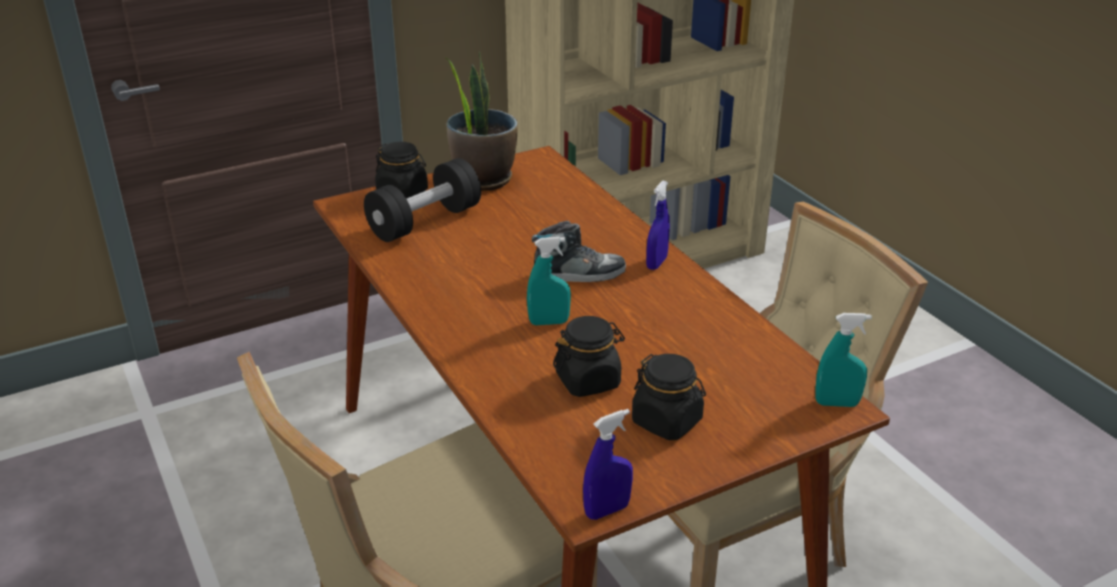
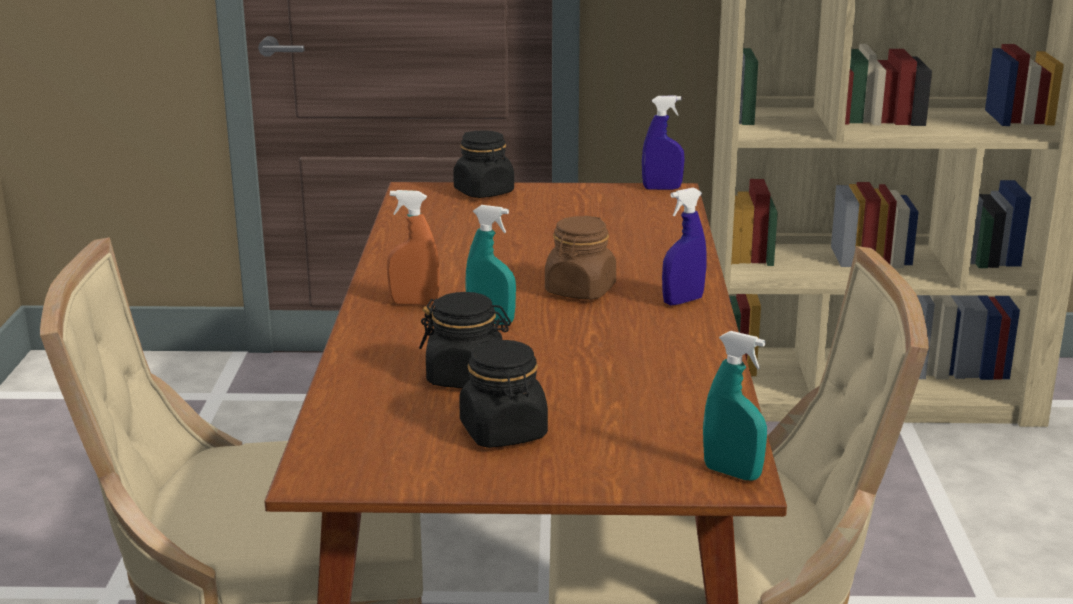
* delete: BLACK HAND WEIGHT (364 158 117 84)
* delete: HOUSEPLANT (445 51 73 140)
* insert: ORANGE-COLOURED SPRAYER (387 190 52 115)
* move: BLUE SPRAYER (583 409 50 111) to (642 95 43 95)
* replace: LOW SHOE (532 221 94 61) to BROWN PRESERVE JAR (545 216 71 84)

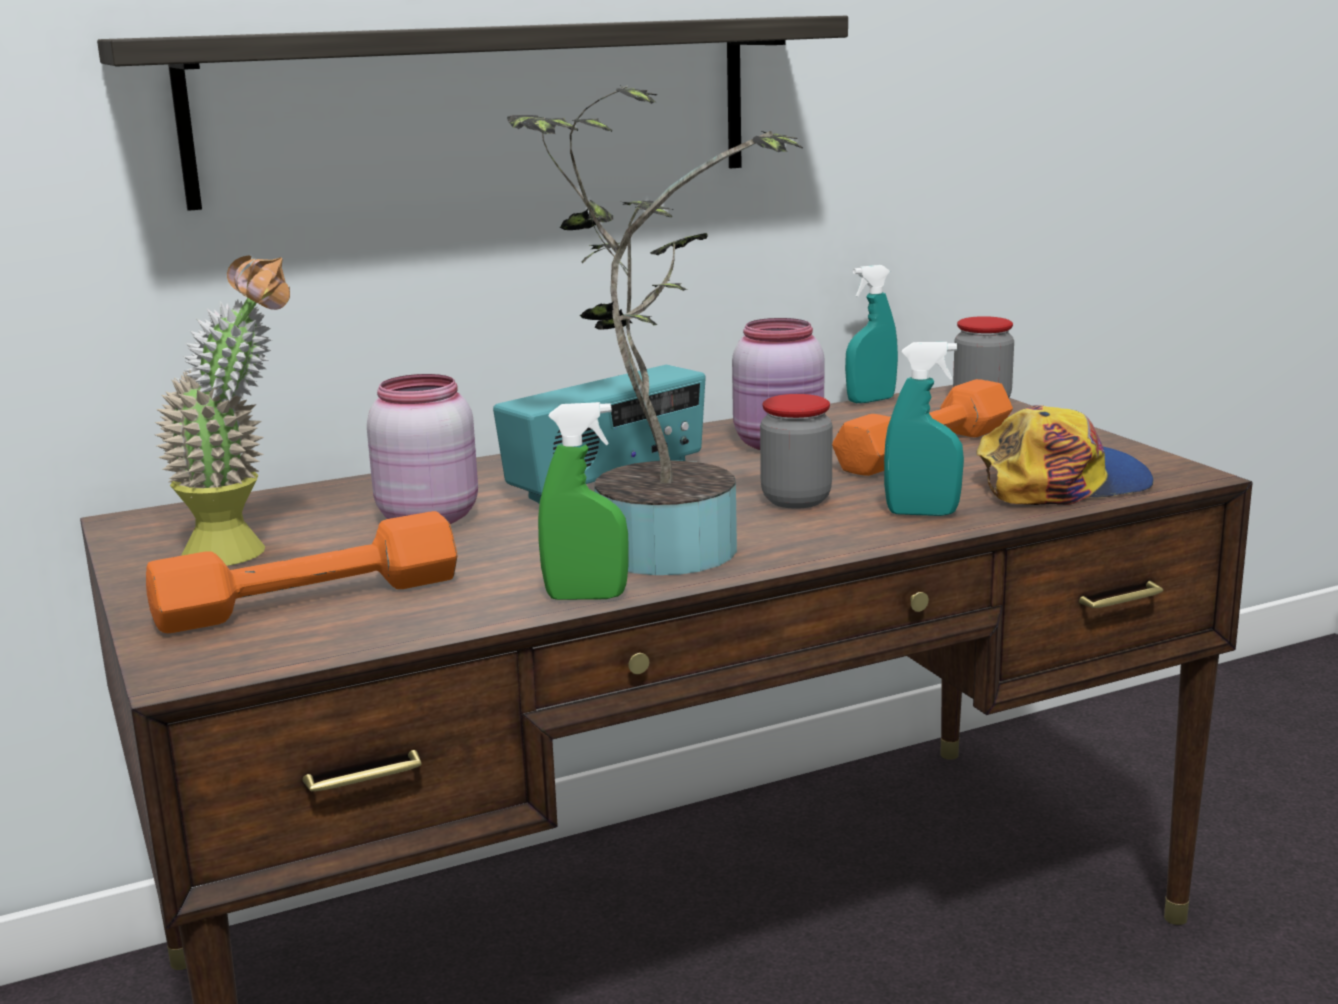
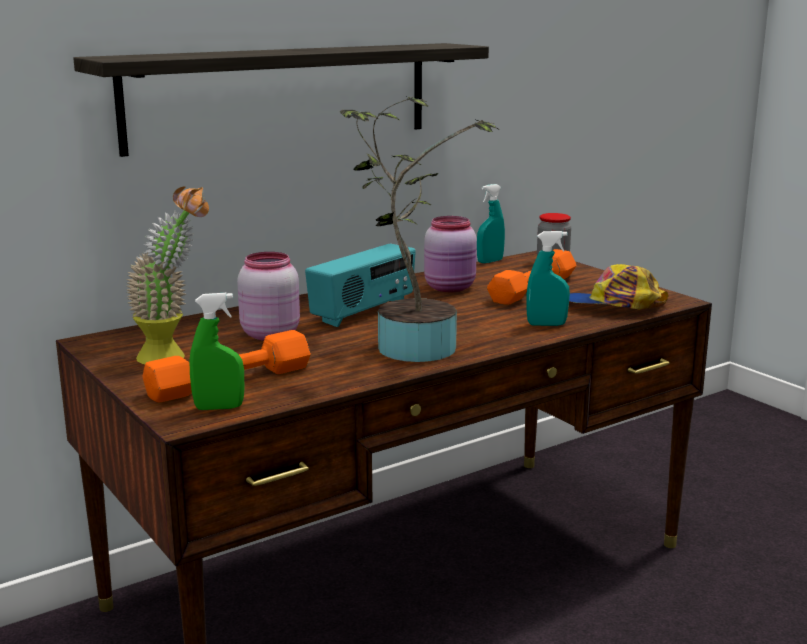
* delete: PRESERVE JAR (760 394 72 115)
* move: GREEN SPRAYER (538 402 90 198) to (189 293 55 117)
* rotate: CAP (976 405 178 100) = (569 264 99 45) 135 degrees counterclockwise

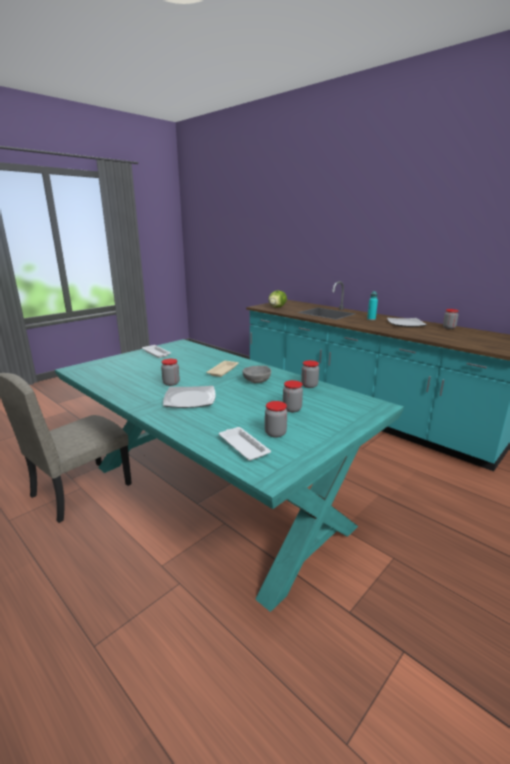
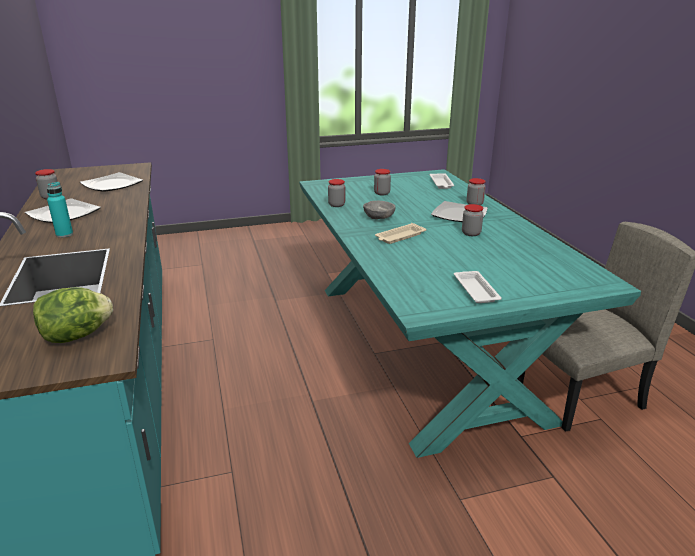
* insert: PLATE (80 172 63 20)
* move: PRESERVE JAR (265 401 22 37) to (467 178 19 28)

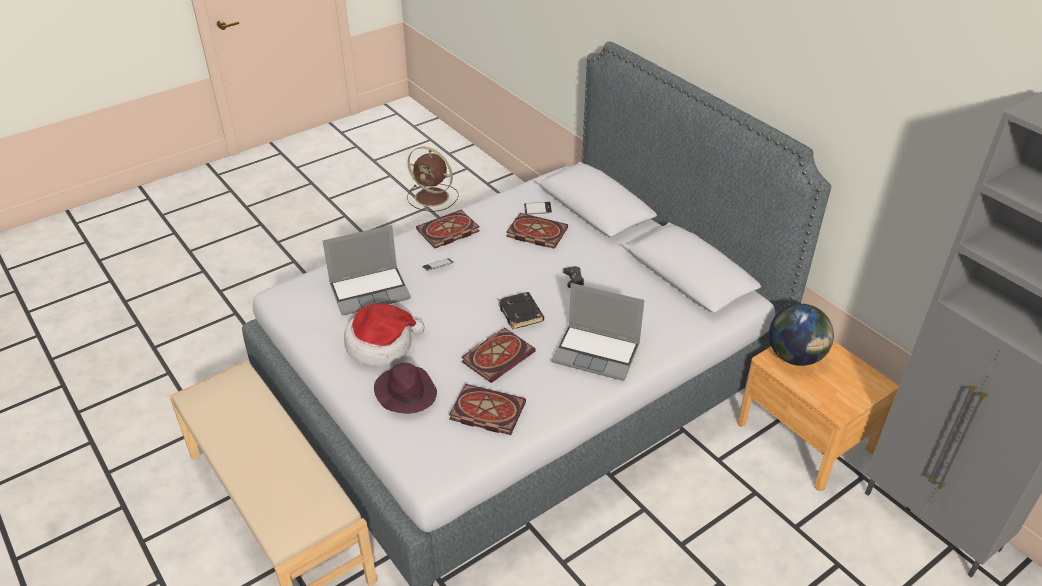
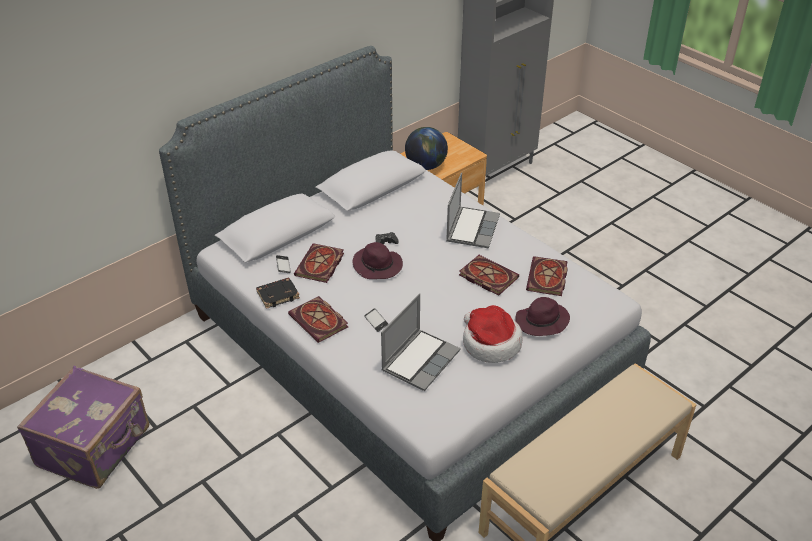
* insert: PURPLE WEARABLE HAT (352 242 51 37)
* move: BLACK VOLUME (498 292 46 37) to (256 277 44 32)
* replace: BROWN ELECTRIC FAN (407 146 52 66) to PURPLE PIECE OF LUGGAGE (17 366 132 123)
* rotate: LAPTOP (323 225 88 90) = (381 293 79 98) 60 degrees clockwise

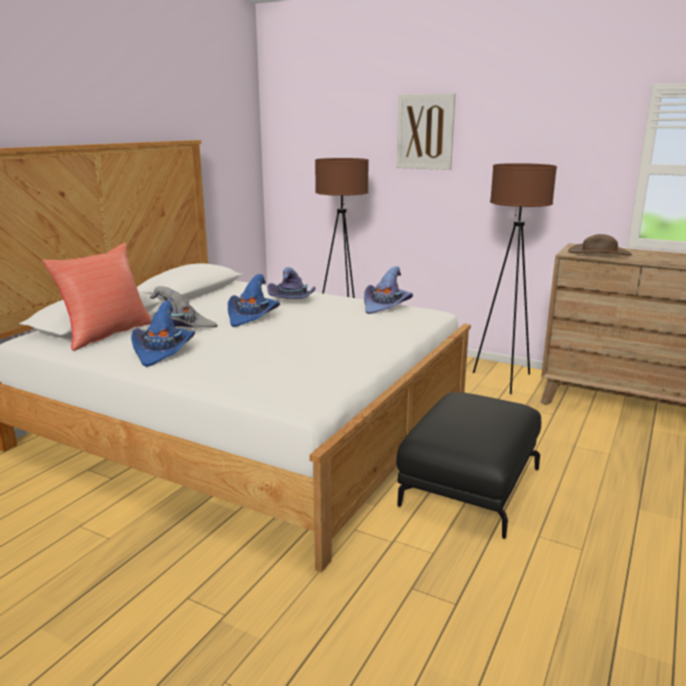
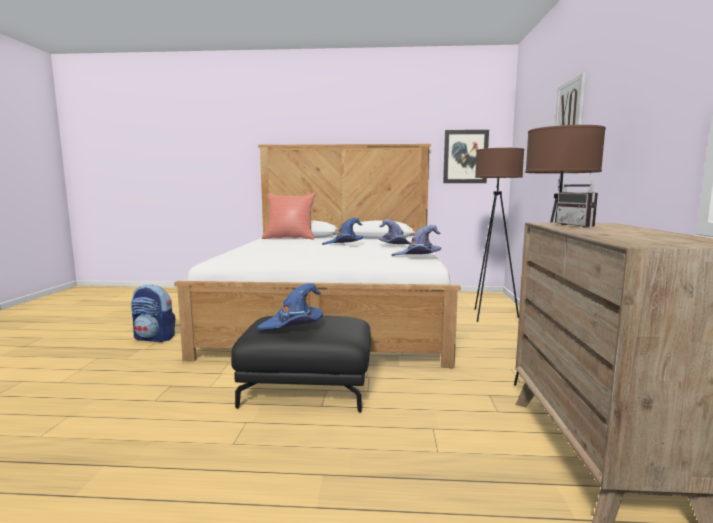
* delete: GREYISH WEARABLE HAT (150 286 67 42)
* insert: RUCKSACK (131 284 45 58)
* insert: WALL ART (443 130 46 53)
* move: BLUE WEARABLE HAT (131 301 64 66) to (257 283 66 47)
* replace: BROWN WEARABLE HAT (568 234 64 22) to RADIO SET (556 173 42 55)

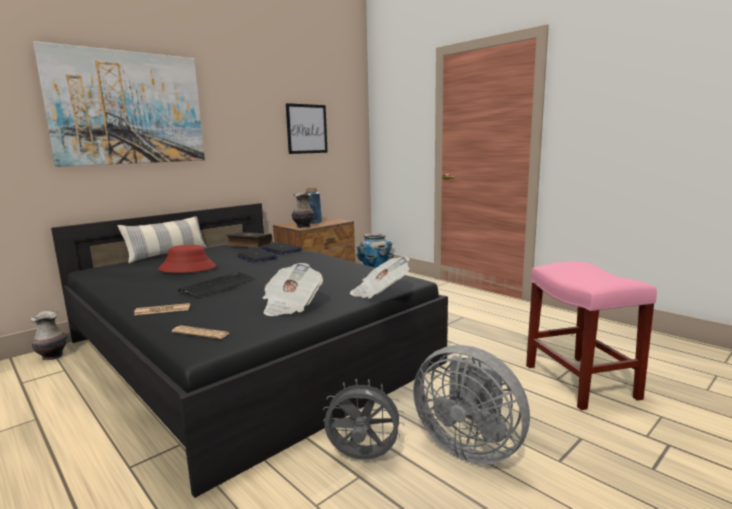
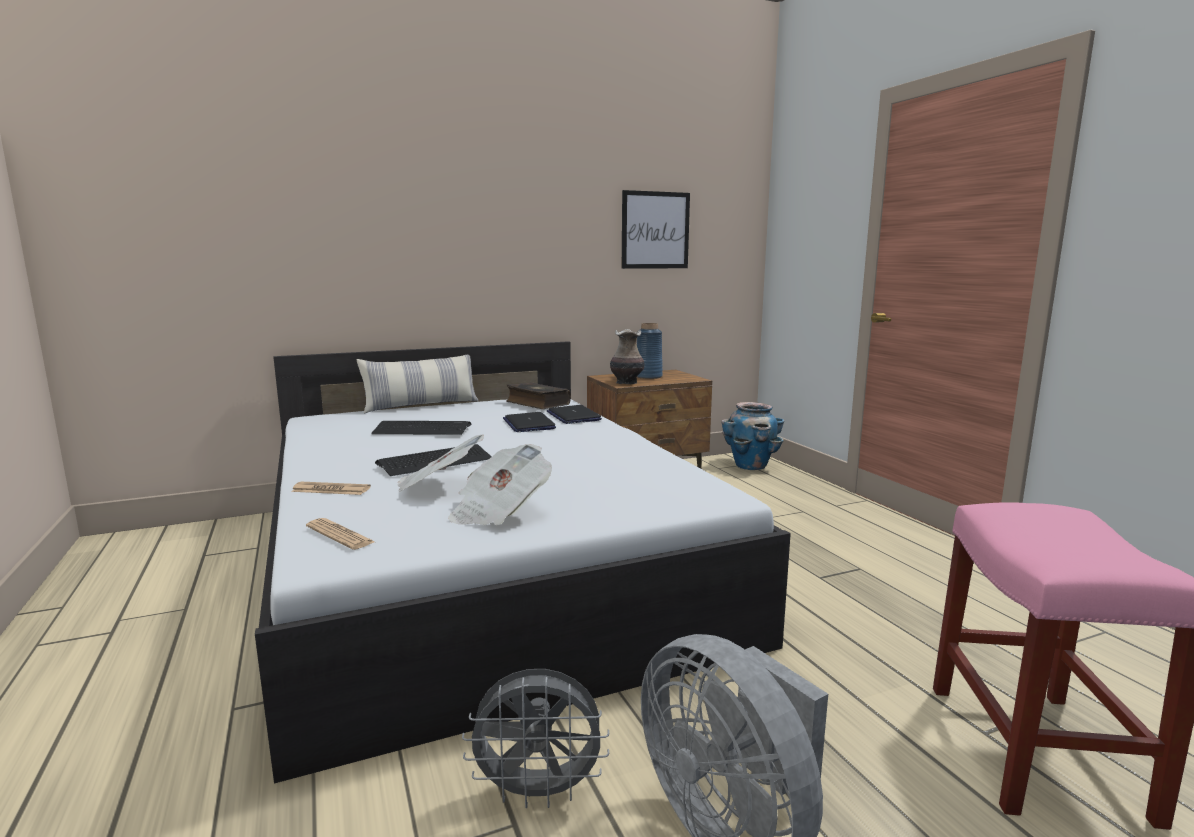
* delete: FLOWER VASE (31 311 36 49)
* delete: WALL ART (33 41 172 126)
* move: NEWSPAPER (350 257 60 42) to (398 434 86 58)
* replace: REDDISH WEARABLE HAT (158 245 58 28) to PC KEYBOARD (371 421 100 14)
* recolor: BLACK BEDROOM BED (51 203 397 295) to WHITE BEDROOM BED (255 341 536 442)
* rotate: GREYISH ELECTRIC FAN (323 379 81 81) = (462 669 147 139) 150 degrees clockwise

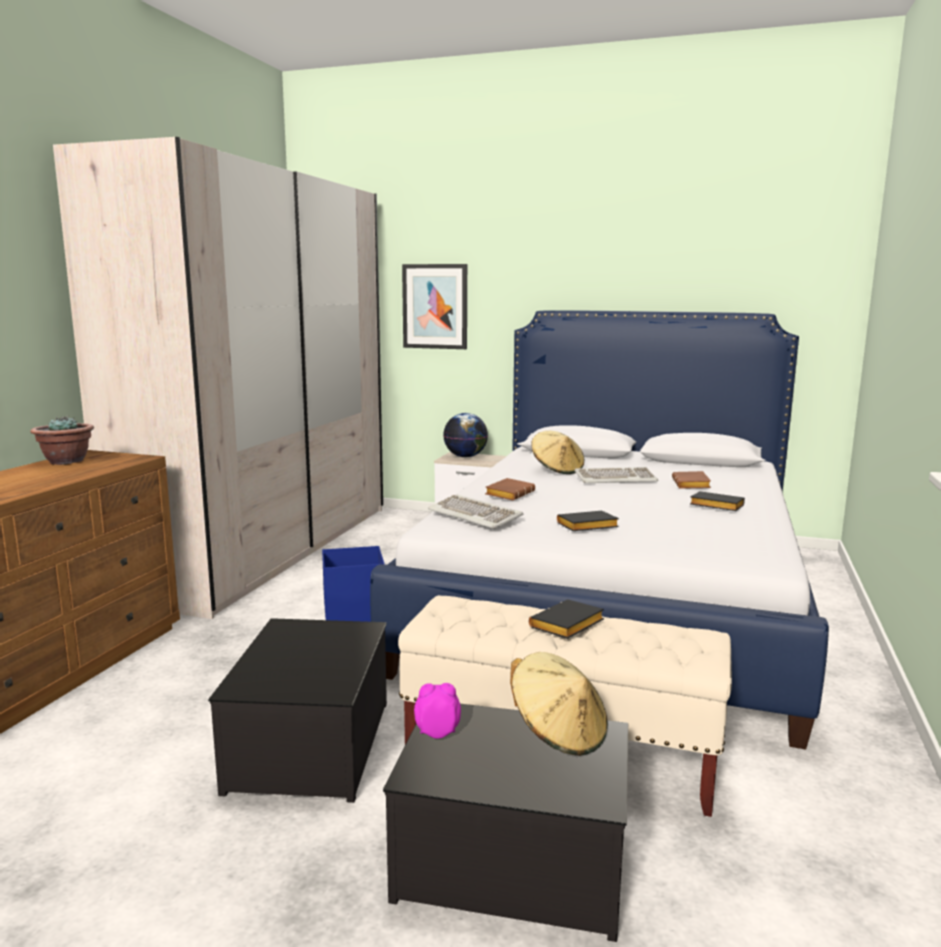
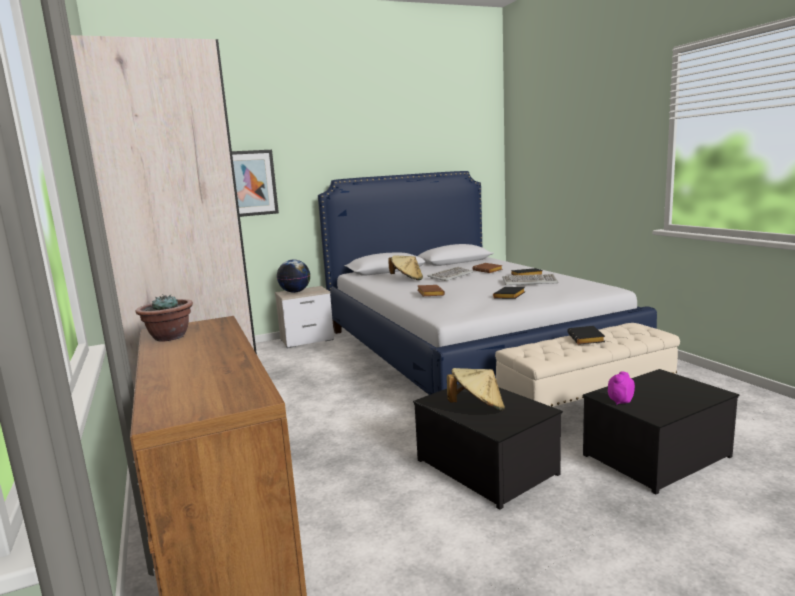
* delete: BLUE STORAGE BIN (322 546 63 76)
* move: PC KEYBOARD (428 494 95 35) to (502 274 57 11)
* move: BEIGE-COLOURED WEARABLE HAT (510 652 98 104) to (447 368 58 43)

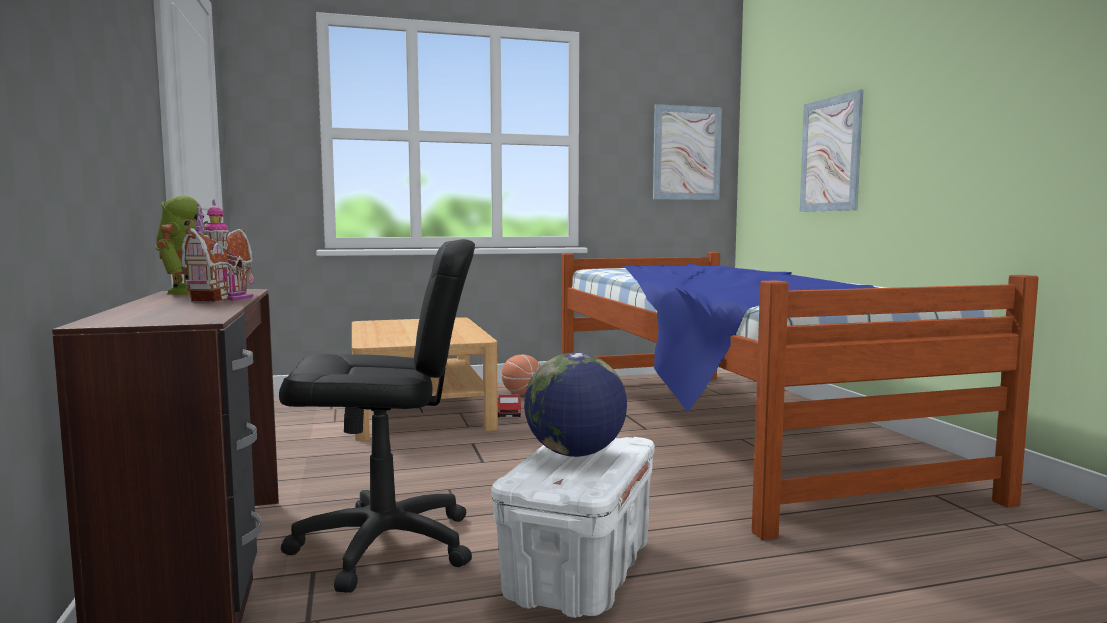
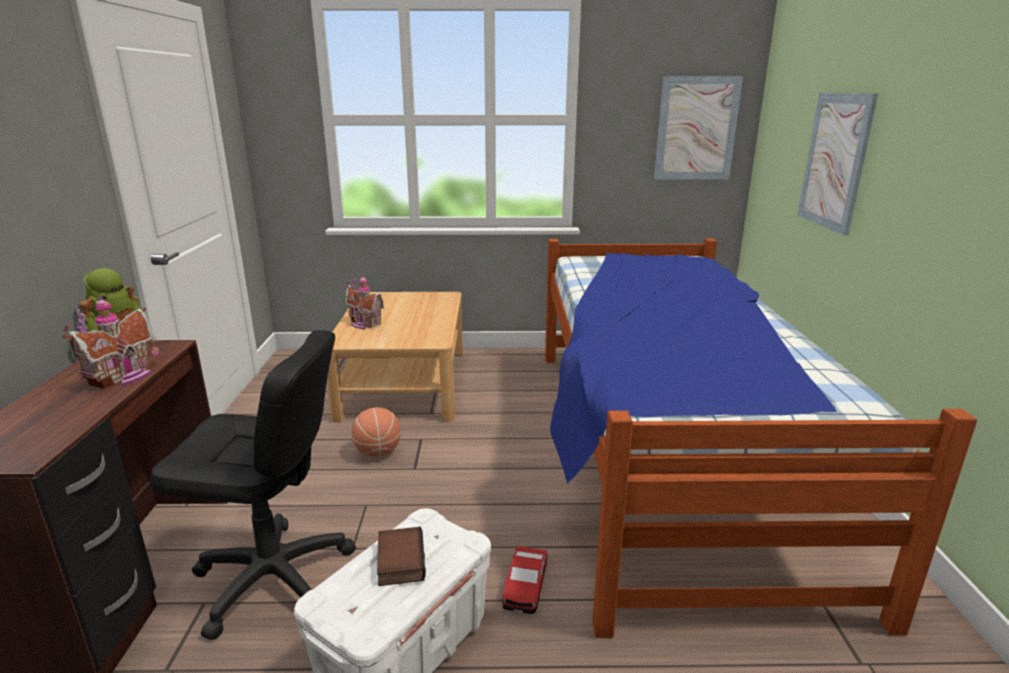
* insert: TOY HOUSE (346 274 38 55)
* move: MINIATURE CAR (498 395 23 22) to (502 546 45 68)
* move: BASKETBALL BALL (502 354 39 41) to (352 407 49 50)
* replace: GLOBE (524 353 103 104) to VOLUME (377 527 49 59)

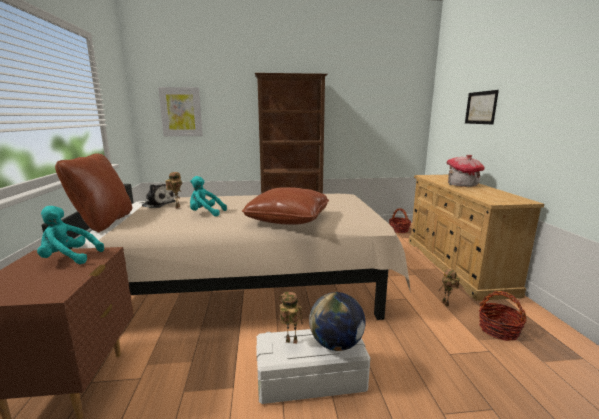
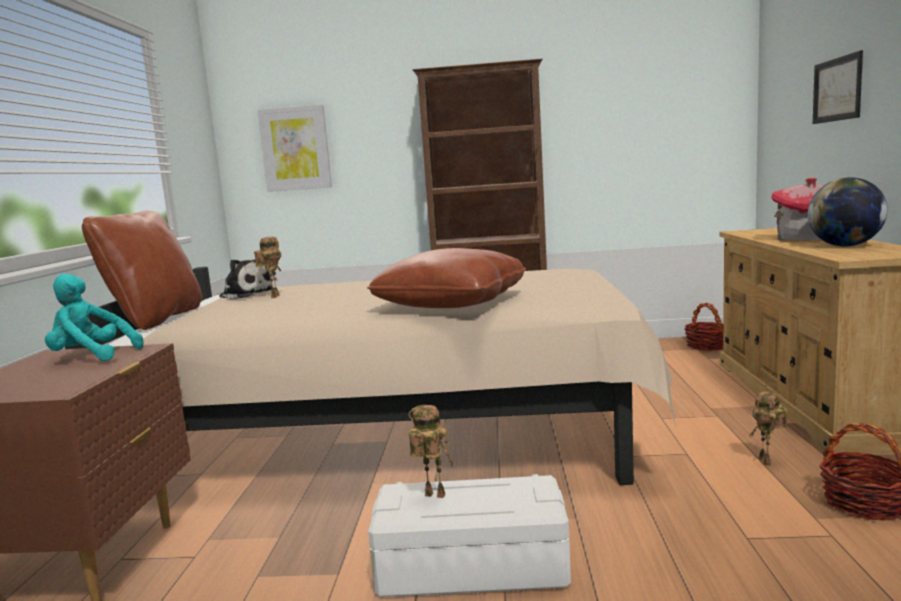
* delete: TURQUOISE SOFT TOY (190 176 37 40)
* move: GLOBE (309 292 56 59) to (808 177 80 69)

